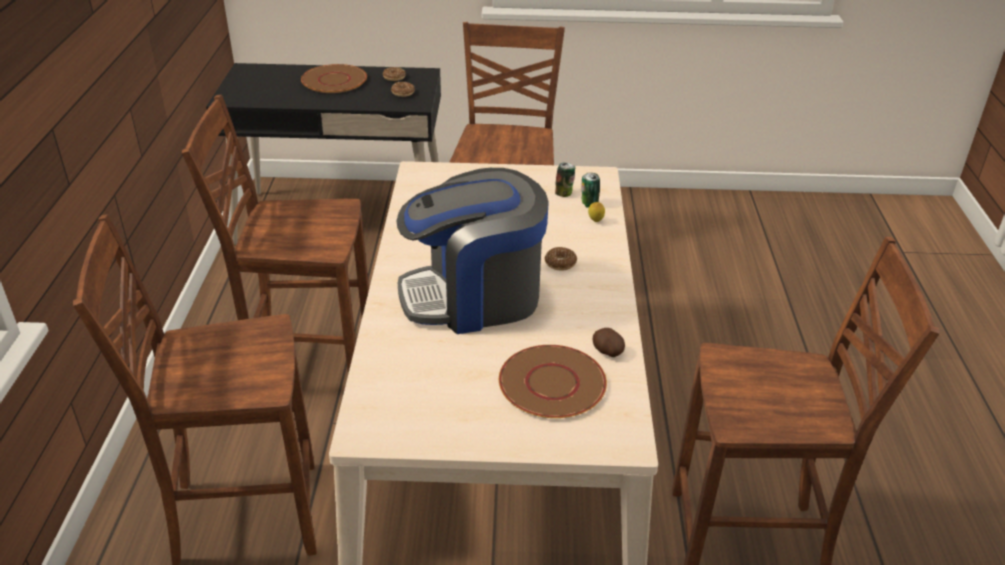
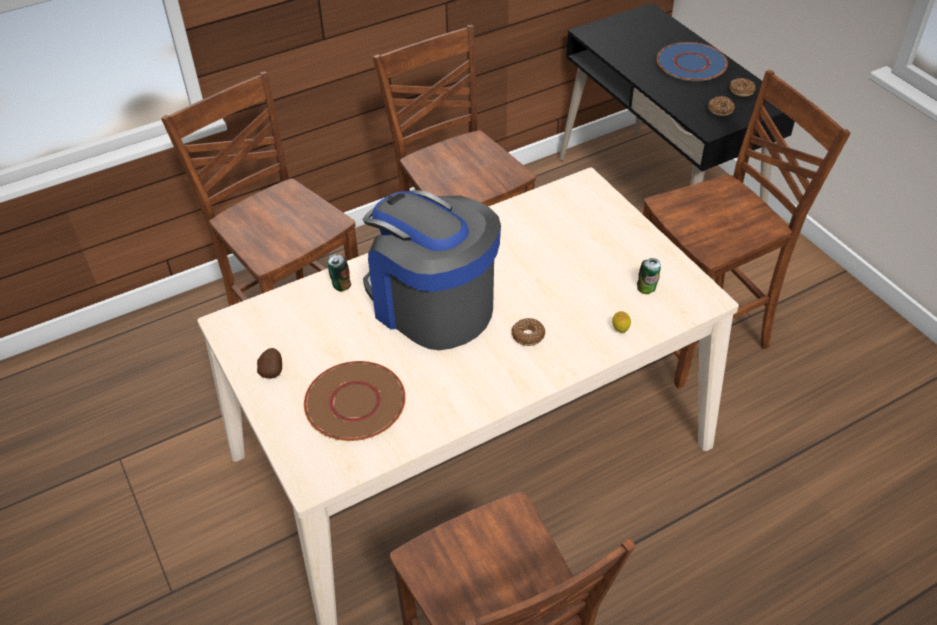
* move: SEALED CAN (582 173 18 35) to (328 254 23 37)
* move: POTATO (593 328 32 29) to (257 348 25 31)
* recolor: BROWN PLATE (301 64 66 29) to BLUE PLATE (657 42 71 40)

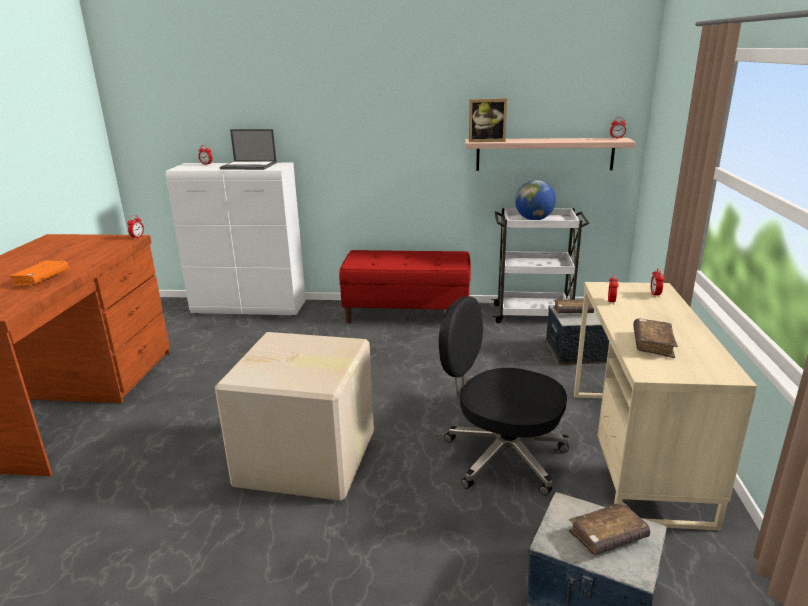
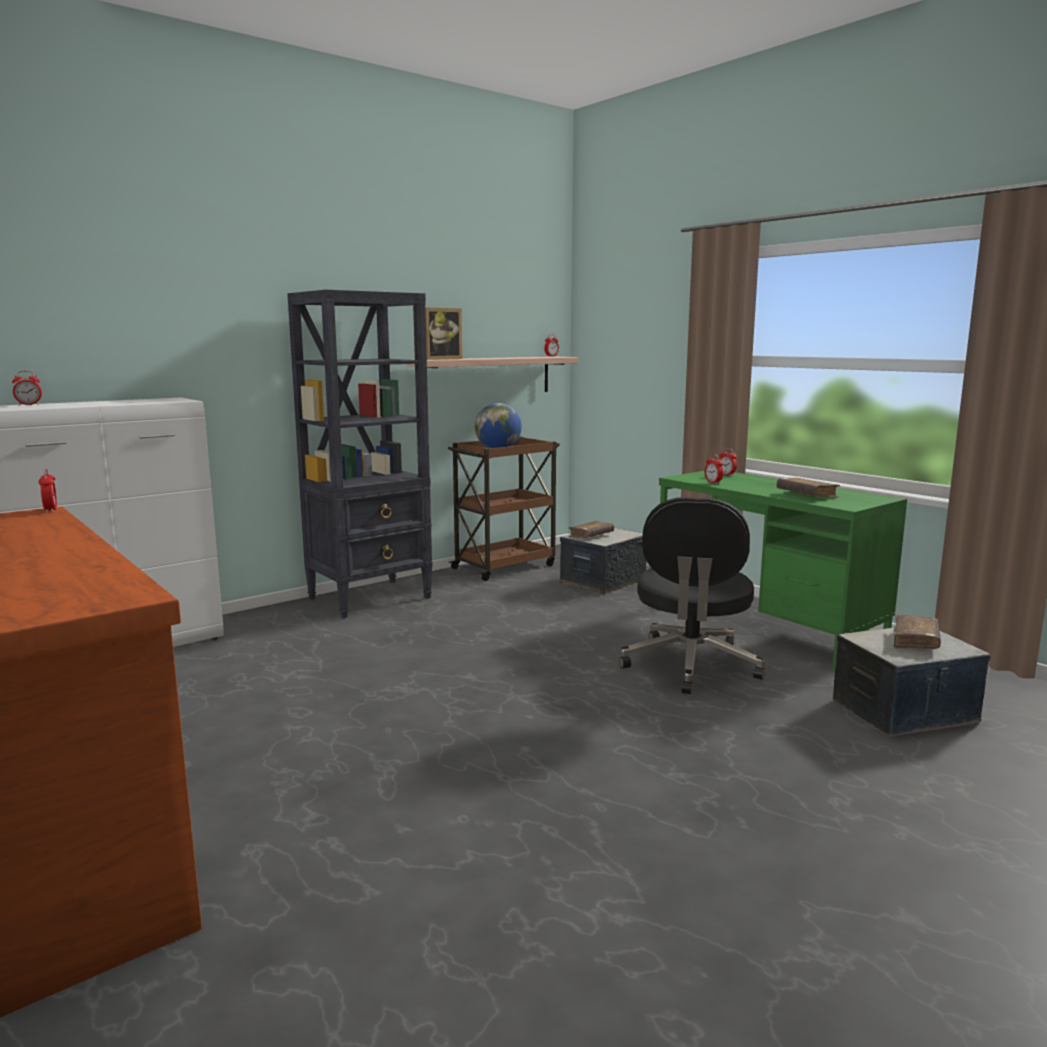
* delete: ORANGE-COLOURED VOLUME (7 260 62 26)
* delete: PACKING BOX (215 332 159 169)
* delete: LAPTOP (220 129 57 41)
* replace: REDDISH LONG SEAT (339 250 132 73) to BLACK SHELVING UNIT (287 290 146 328)
* recolor: WHITE TROLLEY (491 208 98 115) to BROWN TROLLEY (448 436 112 145)
* recolor: BEIGE-COLOURED DESK TABLE (574 282 183 249) to GREEN DESK TABLE (656 471 251 199)
* rotate: BLACK OFFICE CHAIR (439 296 130 200) = (619 497 146 197) 60 degrees counterclockwise

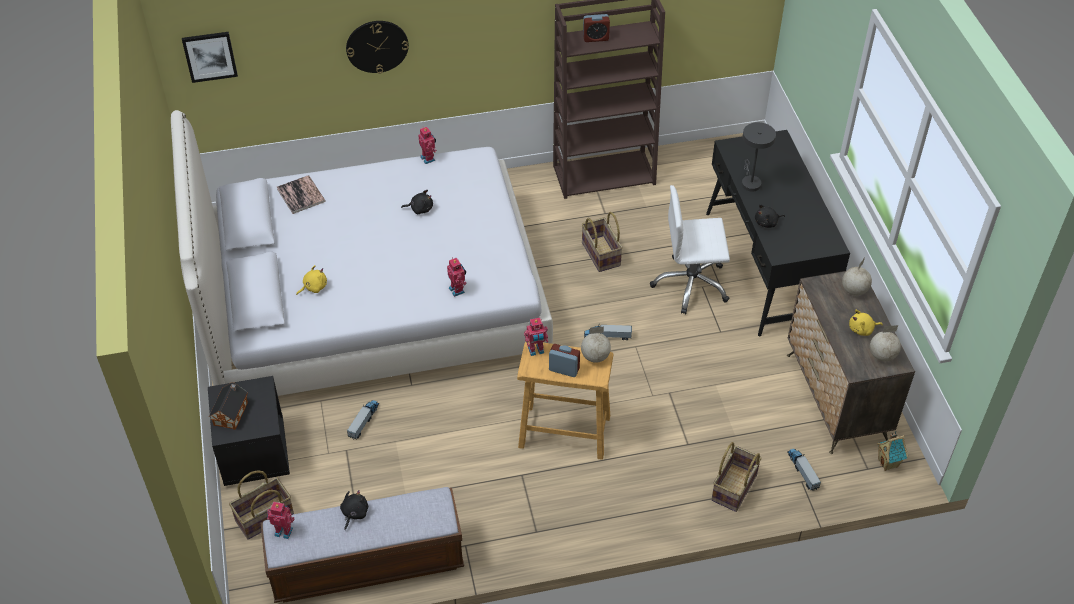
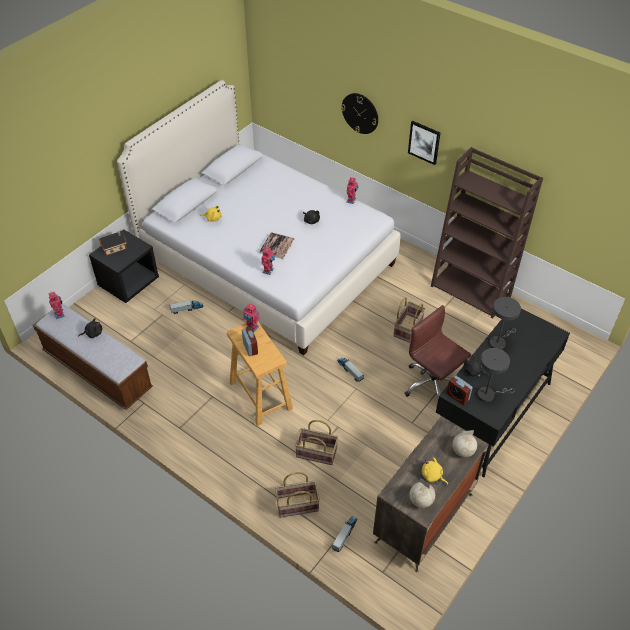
* delete: GLOBE (581 327 30 36)
* delete: TOY HOUSE (877 431 31 40)
* insert: GREYISH TABLETOP LAMP (477 348 38 54)
* move: WALL ART (182 32 56 51) to (408 121 32 44)
* move: STORAGE BASKET (229 471 65 69) to (295 420 43 45)
* move: VOLUME (277 175 49 39) to (259 232 35 27)
* move: TABLE CLOCK (583 14 27 28) to (447 375 26 30)
* recolor: WHITE OFFICE CHAIR (650 185 80 129) to BROWN OFFICE CHAIR (404 305 67 93)

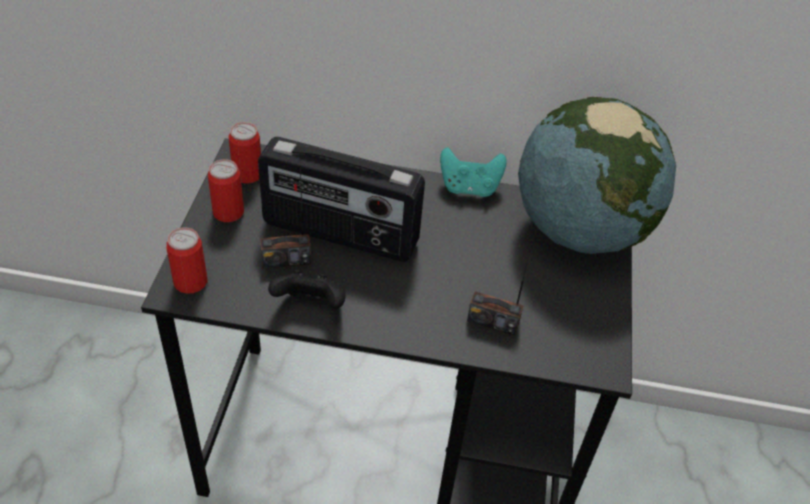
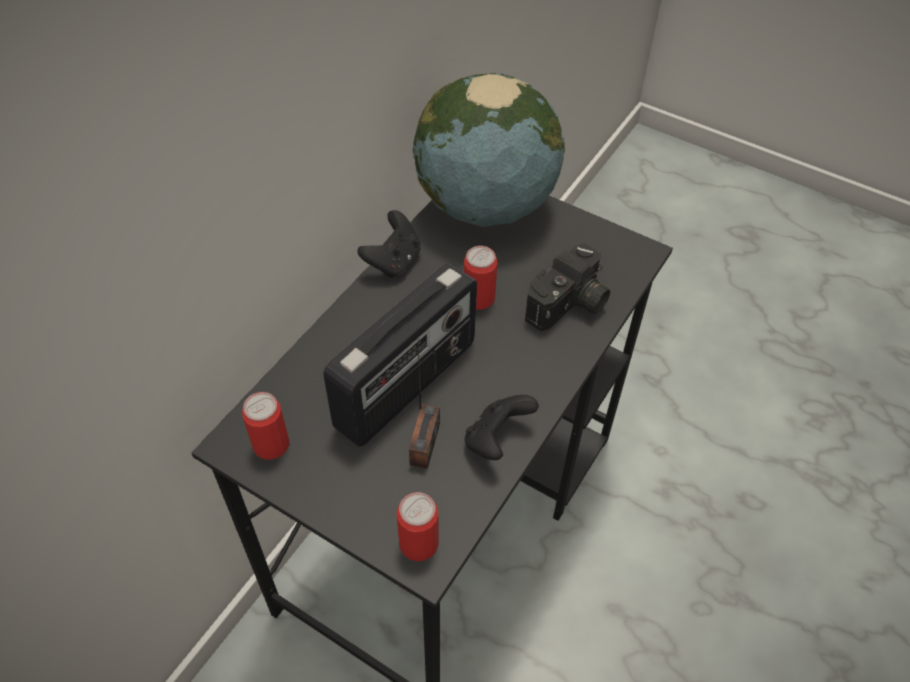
* move: SEALED CAN (208 159 36 63) to (464 246 33 64)
* replace: RADIO SET (467 230 68 106) to STILL CAMERA (525 243 85 88)
* recolor: TURQUOISE JOYPAD (440 147 67 50) to BLACK JOYPAD (358 210 62 68)

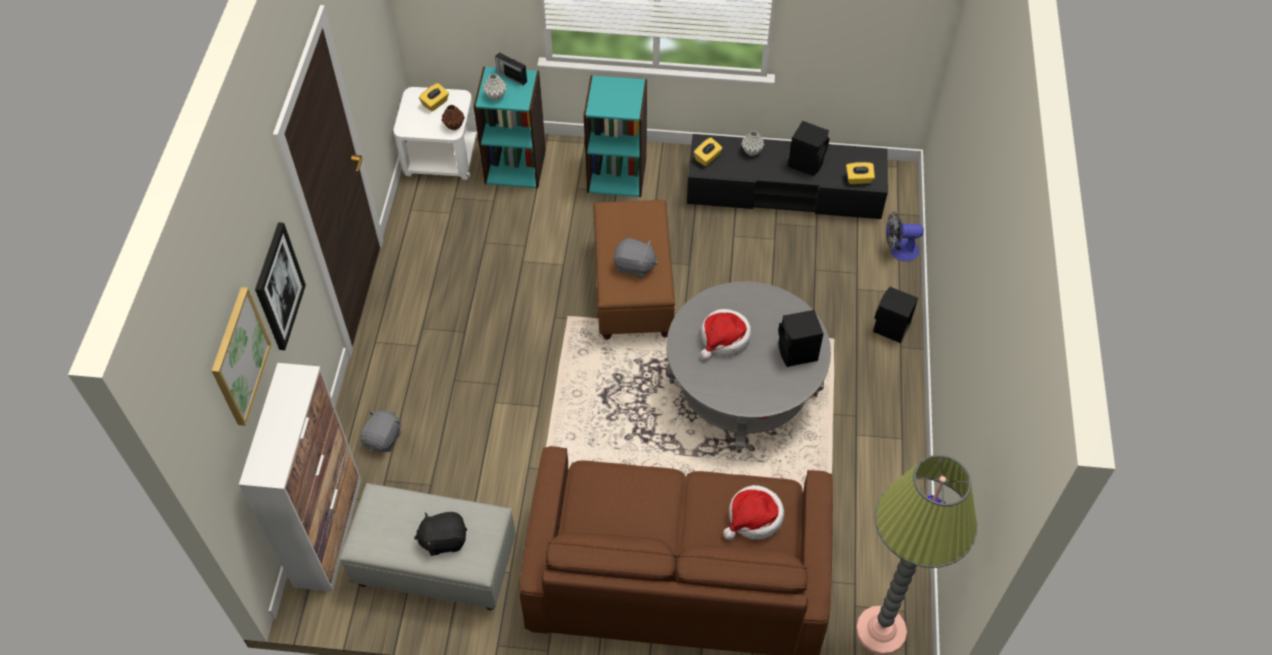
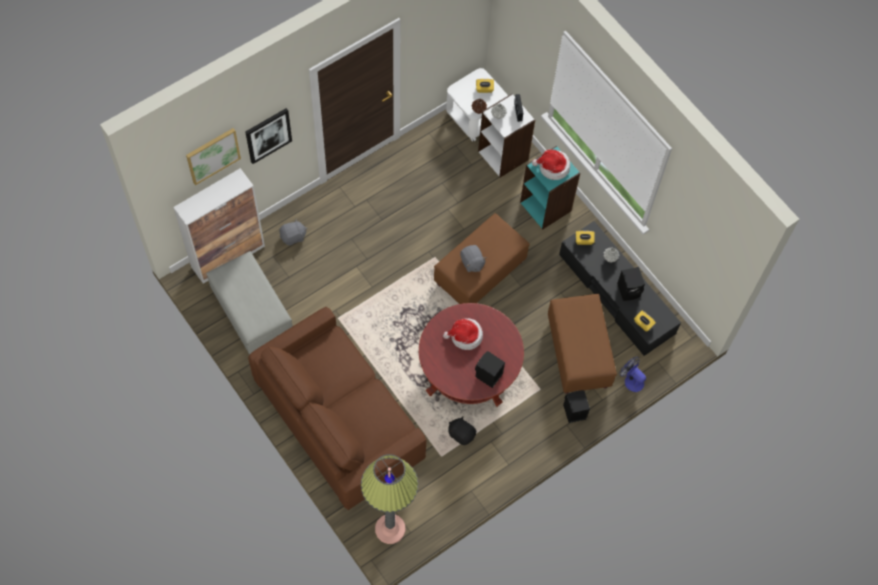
* insert: BROWN OTTOMAN (548 294 69 100)
* move: BLACK SOFT TOY (414 512 53 44) to (449 416 27 29)
* move: WEARABLE HAT (723 485 61 55) to (532 150 38 30)
* recolor: TURQUOISE SHELVING UNIT (474 67 72 121) to WHITE SHELVING UNIT (478 94 57 84)
* recolor: GREYISH COFFEE TABLE (666 281 165 172) to REDDISH COFFEE TABLE (419 303 105 104)

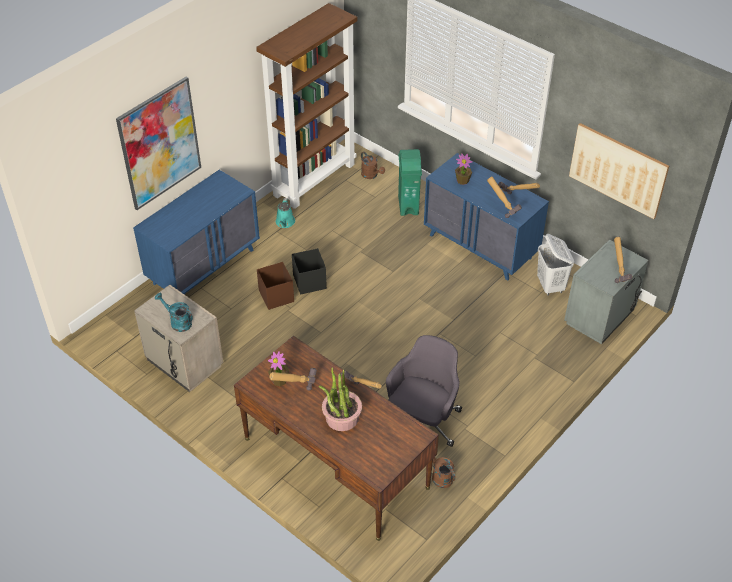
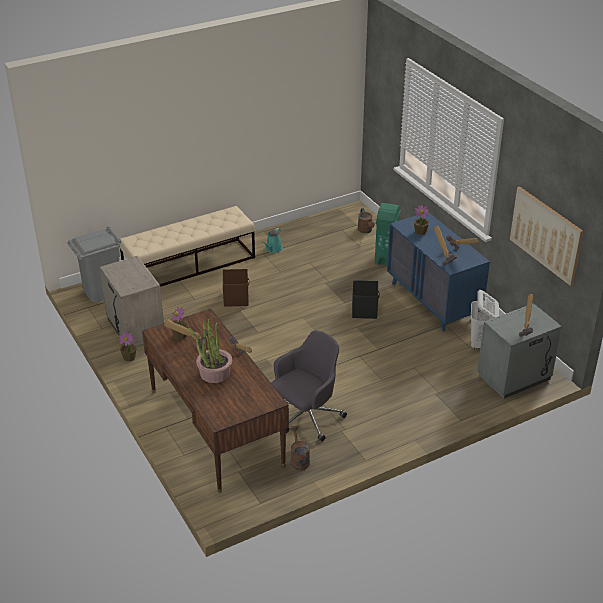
* delete: WALL ART (116 77 85 133)
* delete: TURQUOISE WATERING CAN (155 293 38 39)
* delete: BROWN SHELVING UNIT (256 3 101 206)
* insert: GREYISH RUBBISH BIN (67 226 54 77)
* insert: HOUSEPLANT (119 331 18 31)
* move: BLACK STORAGE BIN (292 248 35 47) to (352 280 28 39)
* replace: BLUE DRAWER CHEST (133 170 127 125) to BEIGE-COLOURED LONG SEAT (119 206 136 81)

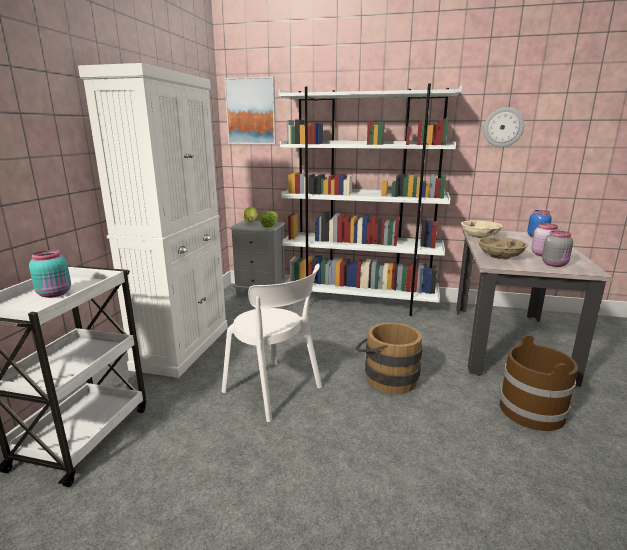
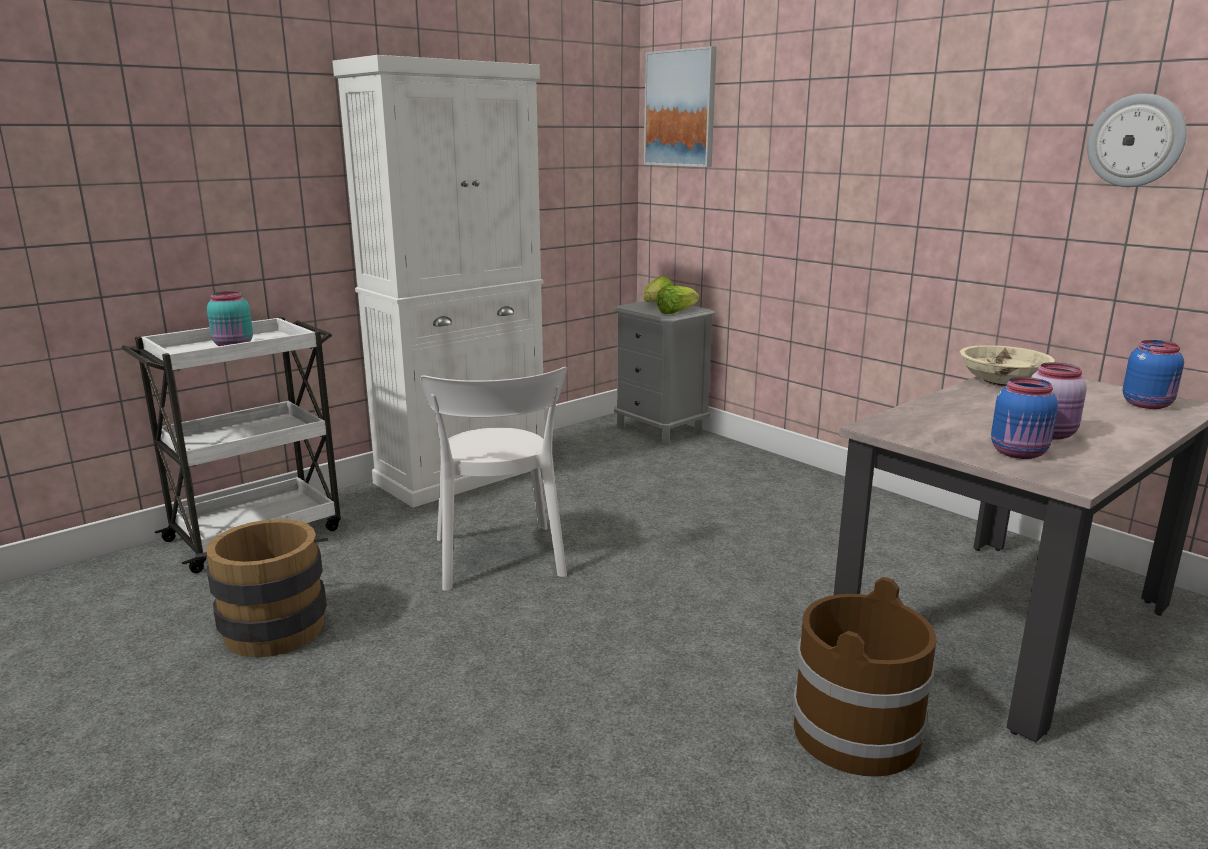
* delete: WHITE SHELVING UNIT (278 84 184 232)
* delete: BEIGE-COLOURED BOWL (478 237 50 22)
* move: BROWN PAIL (356 322 66 72) to (196 519 132 139)
* recolor: GREYISH PRESERVE JAR (542 231 31 36) to BLUE PRESERVE JAR (991 377 67 82)

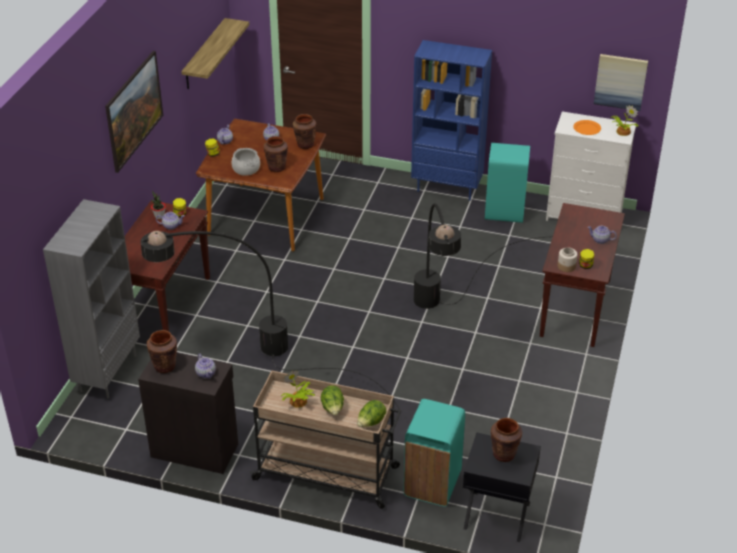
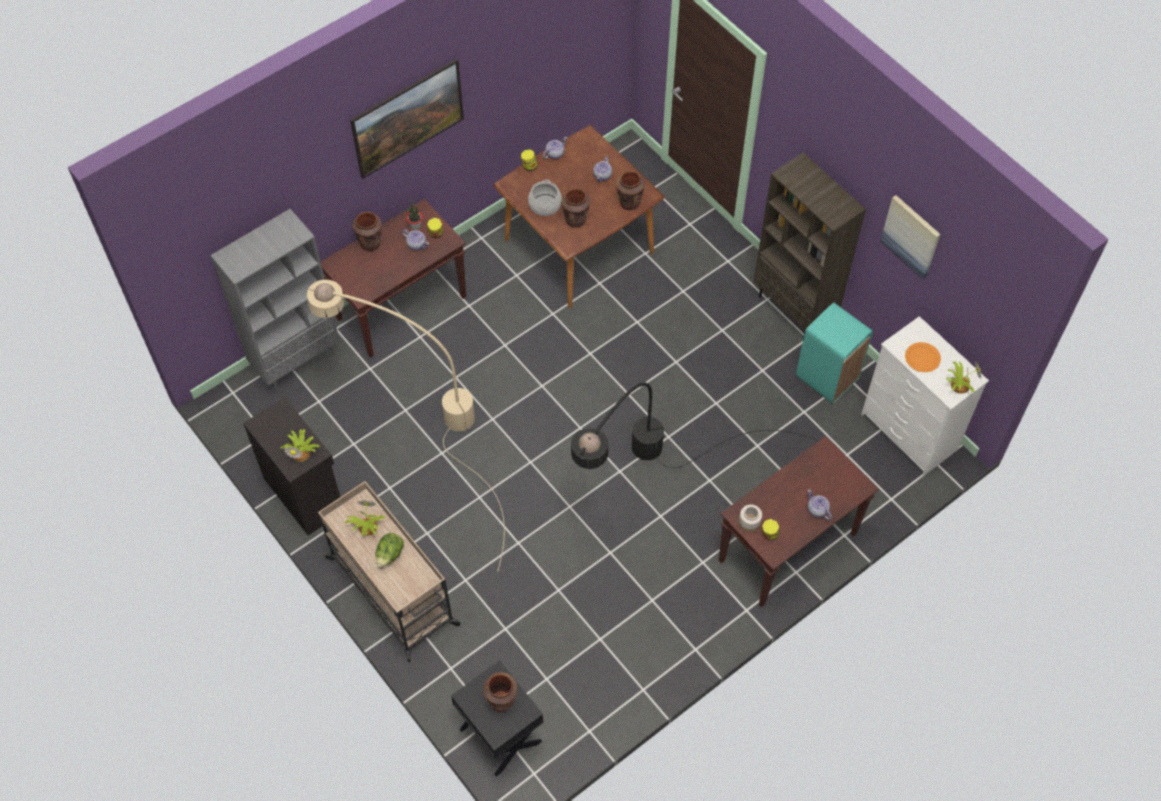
* delete: WALL SHELF (181 18 68 71)
* delete: HEAD OF LETTUCE (357 400 29 27)
* delete: TURQUOISE RUBBISH BIN (404 399 61 108)
* move: BROWN FLOWER VASE (147 330 30 43) to (353 212 29 39)
* move: WALL ART (594 54 54 57) to (880 195 61 85)
* replace: POT FOR TEA (195 354 21 25) to HOUSEPLANT (280 429 40 33)
* recolor: BLACK STANDARD LAMP (141 231 259 179) to BEIGE-COLOURED STANDARD LAMP (307 280 198 292)
* recolor: BLUE SHELVING UNIT (411 40 81 161) to BROWN SHELVING UNIT (753 153 113 186)

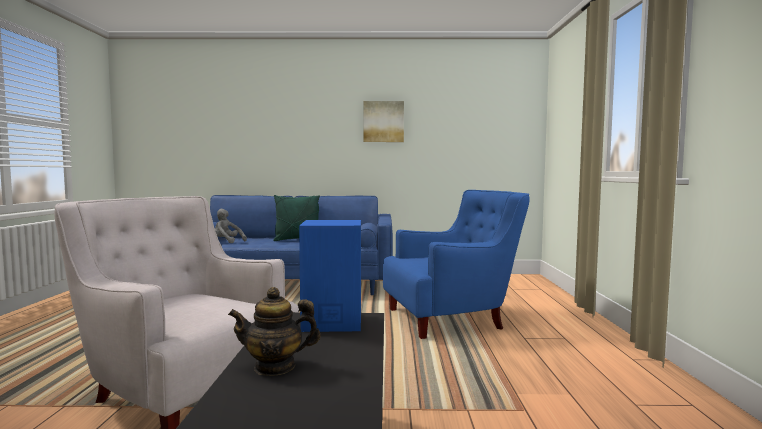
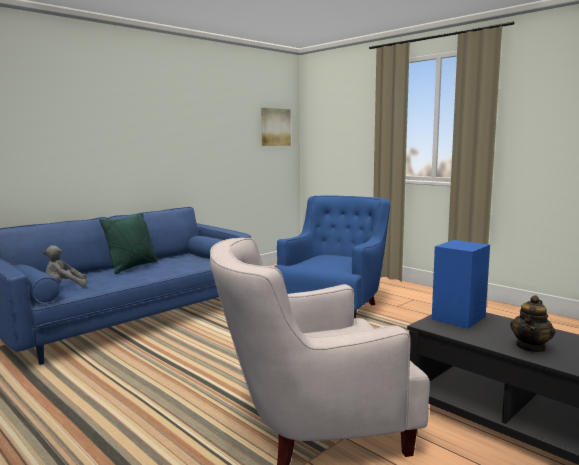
* move: WALL ART (364 101 40 41) to (261 108 30 38)

